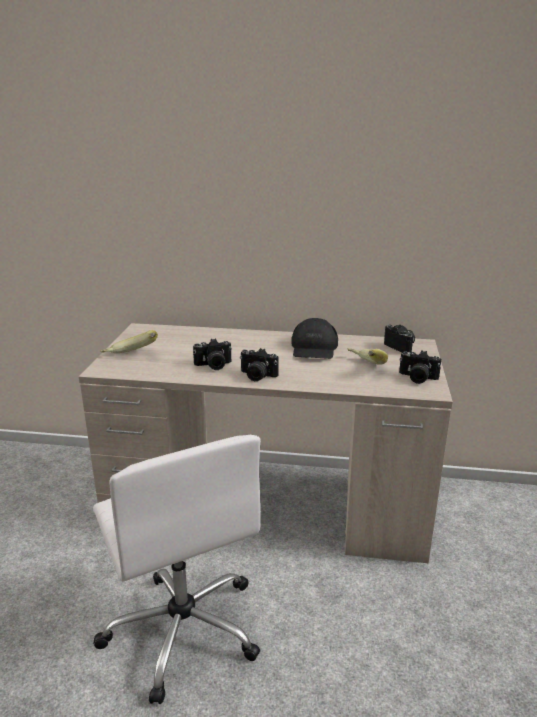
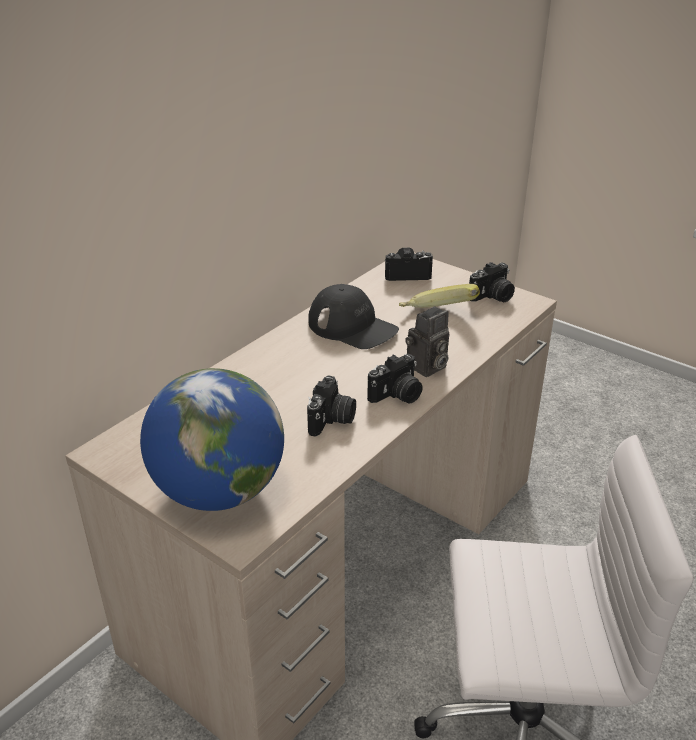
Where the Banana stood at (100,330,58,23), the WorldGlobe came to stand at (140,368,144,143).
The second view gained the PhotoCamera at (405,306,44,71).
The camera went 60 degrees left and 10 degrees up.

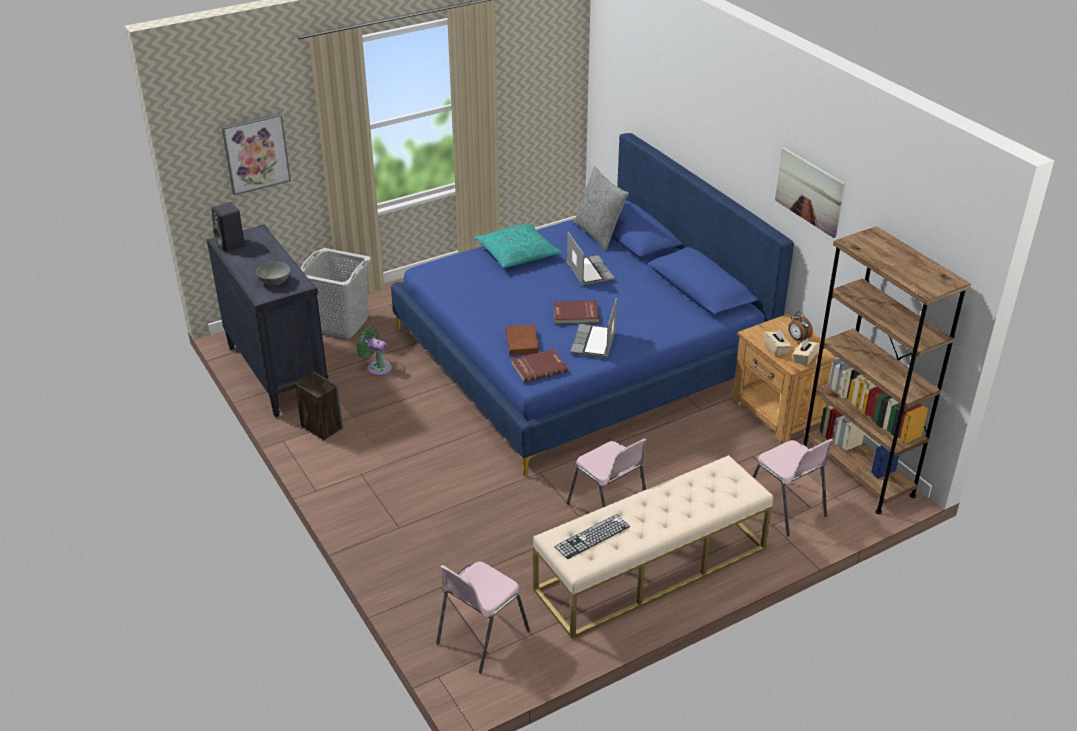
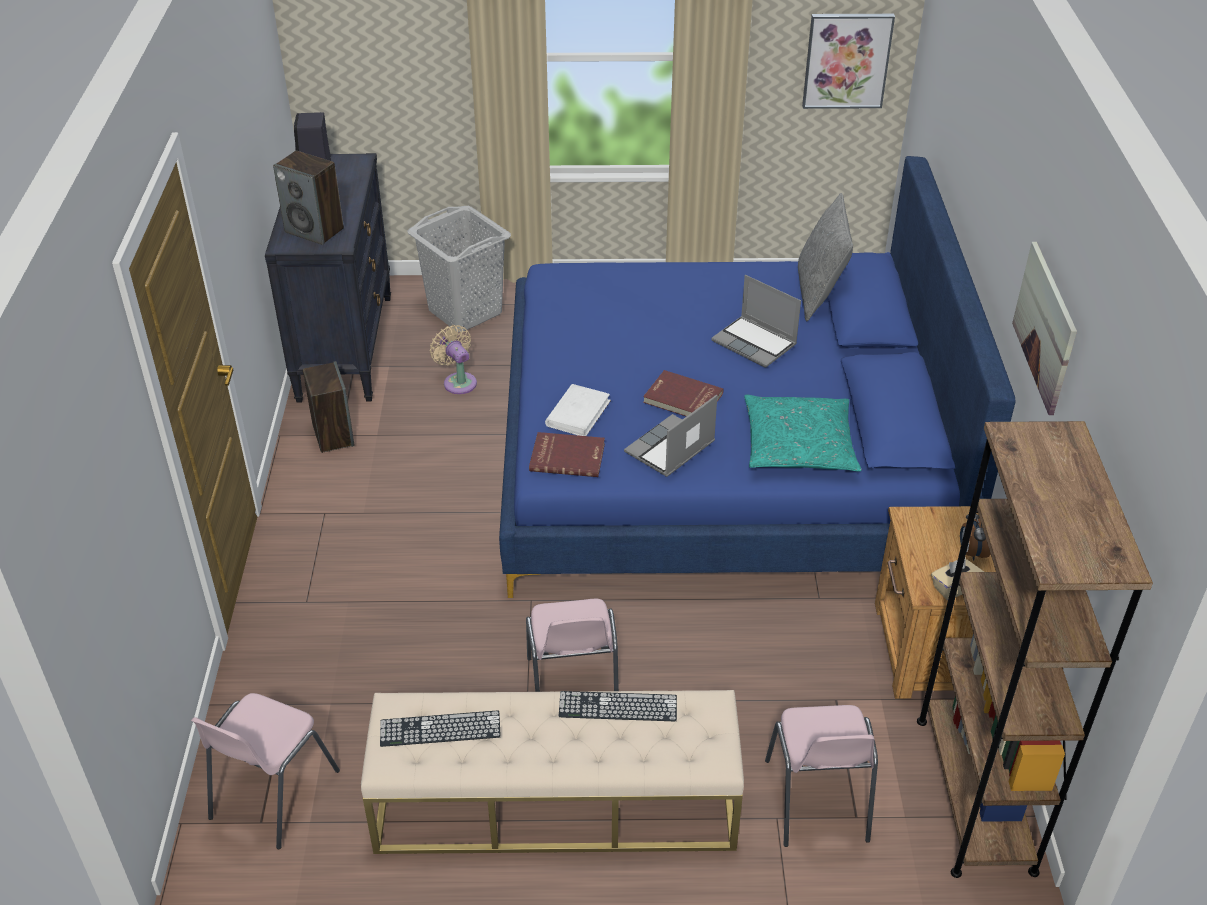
The WallPicture ended up elsewhere, having gone from (222,113,69,82) to (802,14,93,95).
The BlueGreenPillow ended up elsewhere, having gone from (474,223,88,45) to (744,395,117,76).
The Laptop at (567,232,48,53) ended up facing another way, 120 degrees clockwise from before.
Where the GreyServingBowl stood at (256,262,34,24), the AudioSpeaker came to stand at (273,151,71,94).
What was the BrownColouredBook at (505,325,34,31) turned into the WhiteColouredBook at (545,384,66,52).
What was the GreenElectricFan at (357,327,35,49) turned into the BeigeColouredElectricFan at (430,325,47,69).
The second view lost the BeigeColouredTissueHolder at (764,329,27,27).
The PinkColouredUprightChair at (436,562,94,111) ended up facing another way, 45 degrees counterclockwise from before.
The second view gained the ComputerKeyboard at (559,691,118,30).
The camera went 30 degrees right and 5 degrees up.

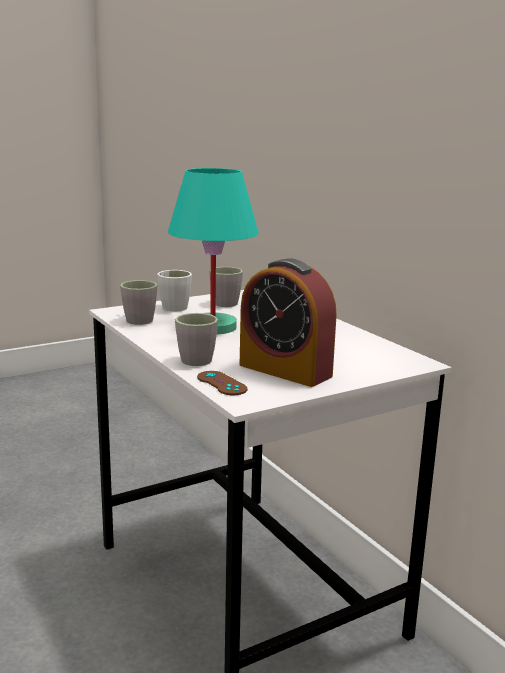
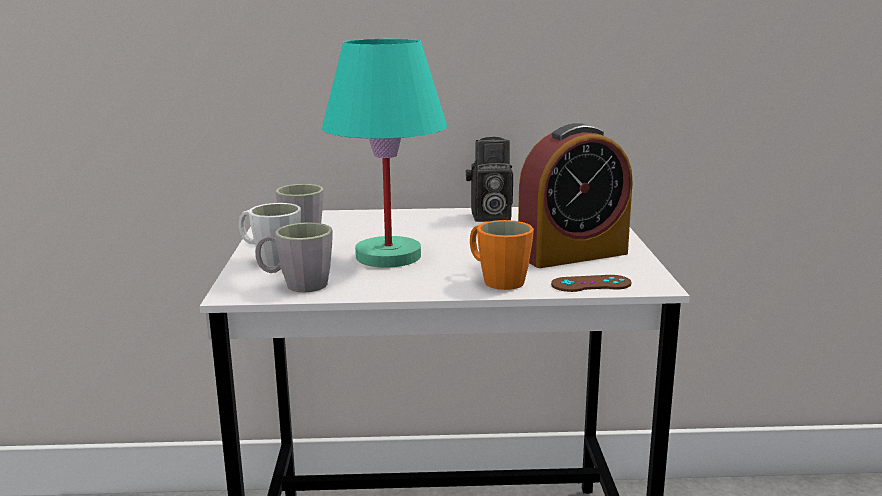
What was the GreyTeaMug at (175,313,43,53) turned into the OrangeTeaMug at (470,220,64,70).
The second view gained the PhotoCamera at (466,137,47,85).
The camera went 60 degrees left and 0 degrees up.

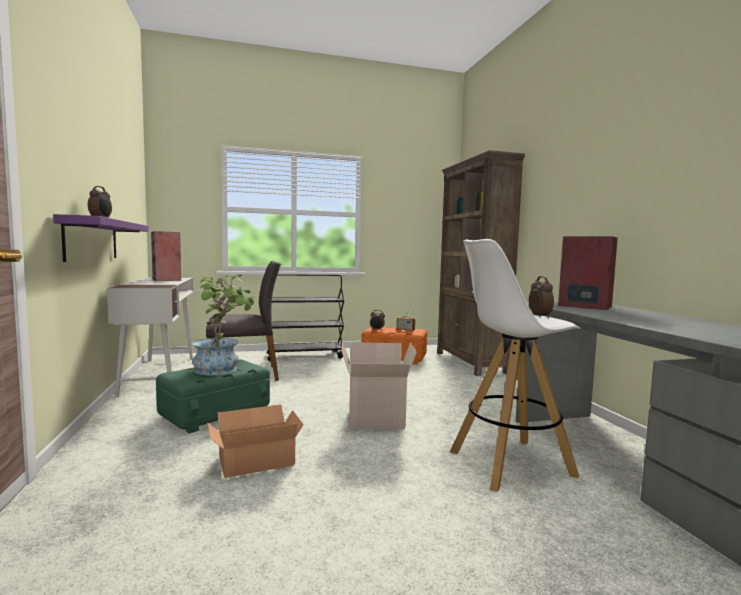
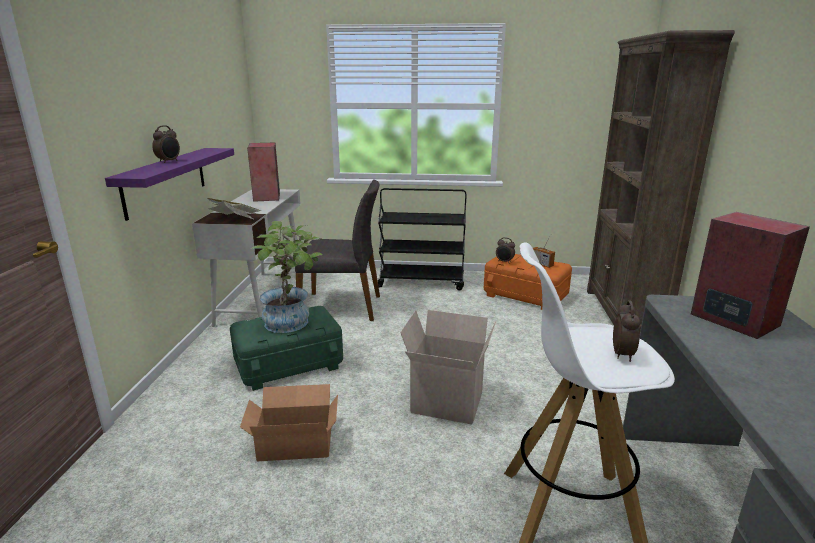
The second view gained the Book at (208,198,53,22).
The camera went 20 degrees right and 15 degrees up.

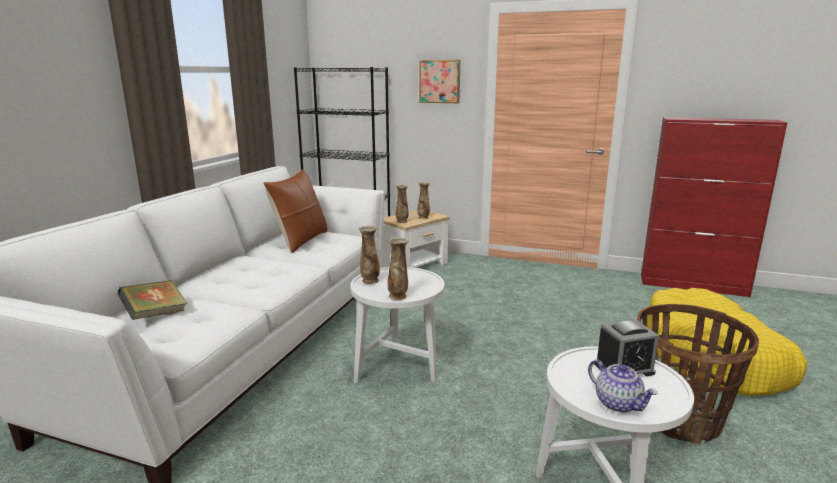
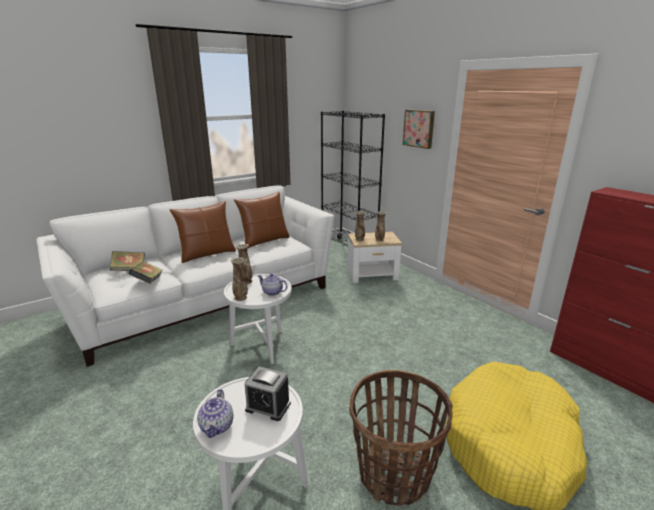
The second view gained the BrownColouredPillow at (169,201,67,62).
The second view gained the Book at (128,262,35,21).
The second view gained the TeaPot at (258,273,30,23).
The camera went 35 degrees right and 5 degrees up.

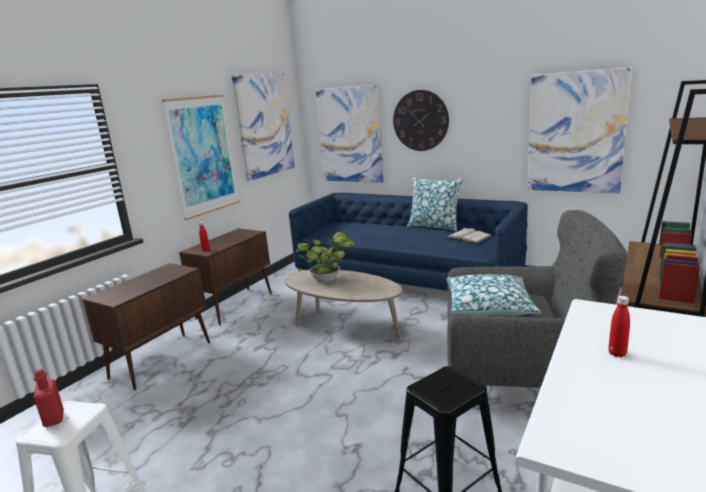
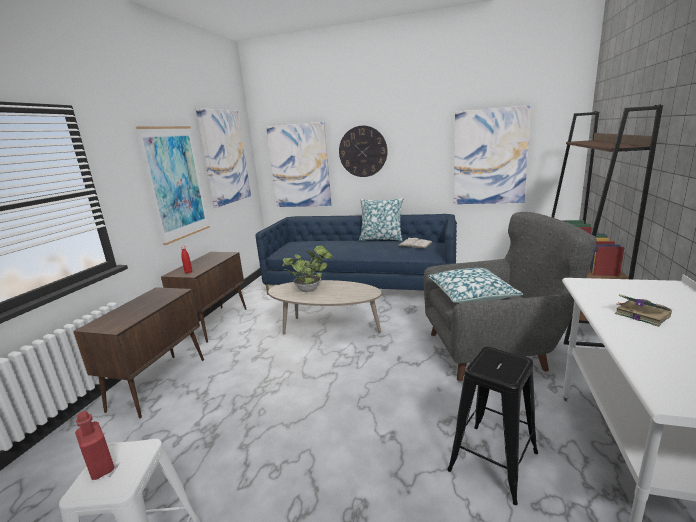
Where the ReddishBeverageBottle stood at (608,296,22,61), the Book came to stand at (615,294,57,33).
The camera went 15 degrees left and 0 degrees up.

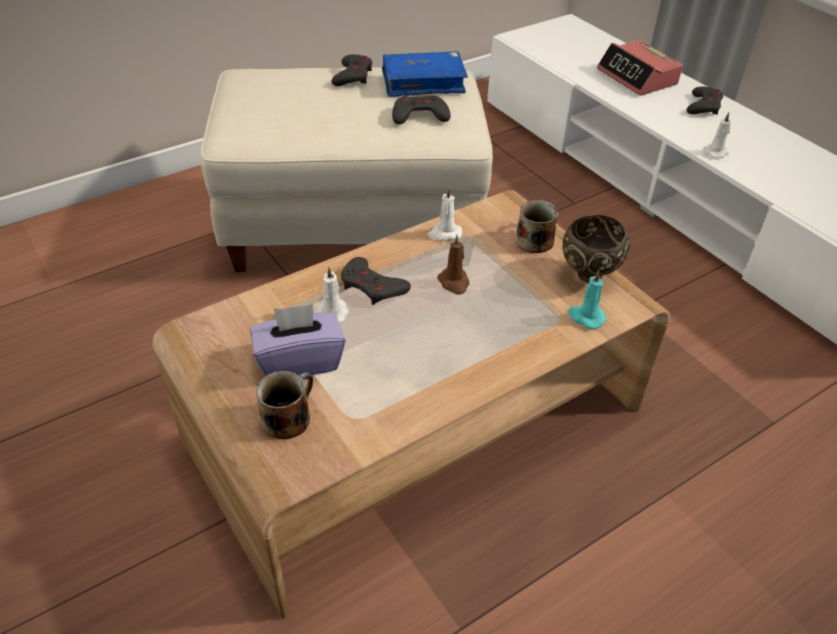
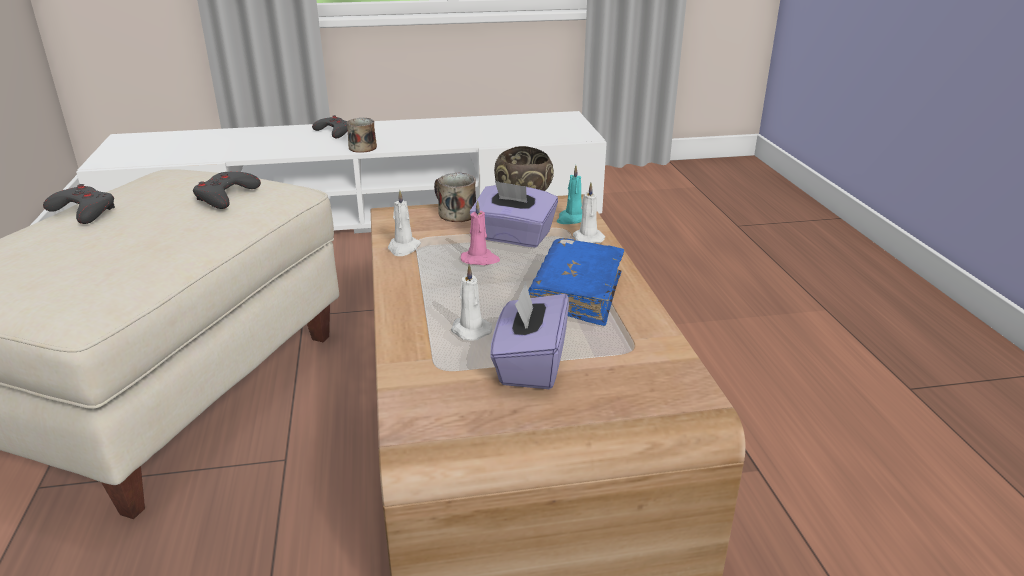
The second view lost the AlarmClock at (597,40,86,56).
The BlueBook ended up elsewhere, having gone from (382,51,86,46) to (528,238,96,88).
The WhiteColouredWaxCandle ended up elsewhere, having gone from (703,112,28,46) to (573,183,32,60).
What was the BrownColouredWaxCandle at (437,234,32,61) turned into the PinkColouredWaxCandle at (461,200,39,65).
The second view lost the GreyGameController at (341,257,70,48).
The TeaMug ended up elsewhere, having gone from (256,371,57,68) to (347,118,30,35).
The second view gained the PurpleColouredTissueHolder at (470,181,88,67).
The camera went 65 degrees left and 15 degrees down.

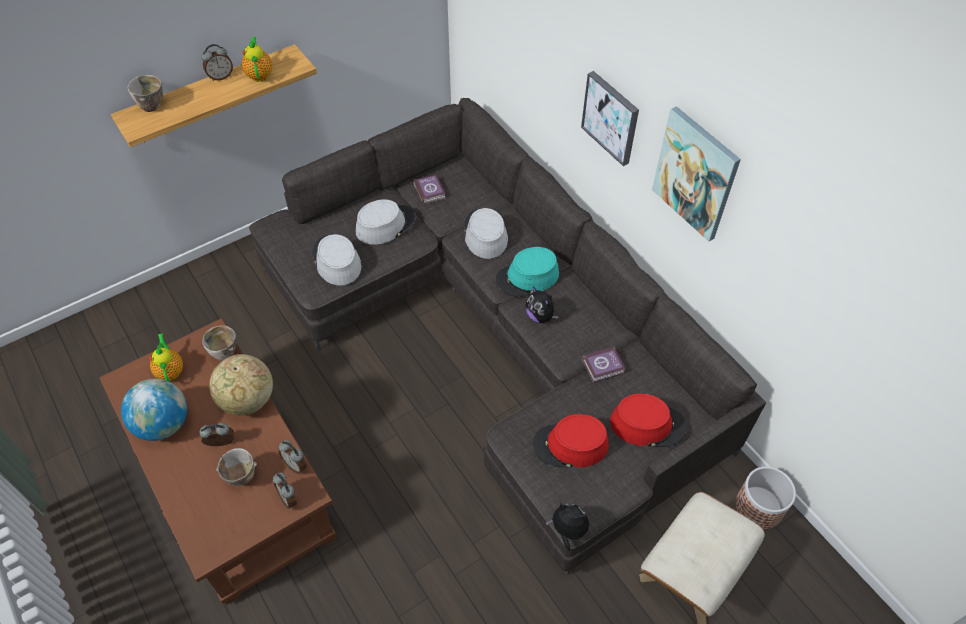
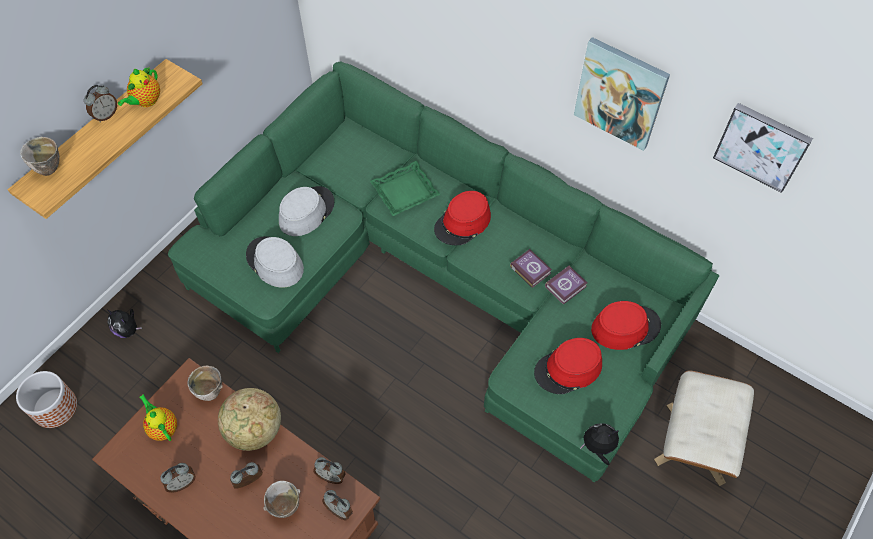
The TeaPot at (242,37,30,45) ended up facing another way, 120 degrees counterclockwise from before.
The WallPicture ended up elsewhere, having gone from (581,71,58,95) to (713,103,100,90).
What was the GreySettee at (249,98,517,477) turned into the GreenSettee at (168,61,551,422).
The Book ended up elsewhere, having gone from (414,174,32,31) to (510,249,42,39).
Where the GreyWearableHat stood at (464,208,44,51), the GreenServingTray came to stand at (370,160,71,56).
What was the BlueGreenWearableHat at (495,247,64,50) turned into the ReddishWearableHat at (434,191,57,54).
The PlushToy ended up elsewhere, having gone from (525,286,34,37) to (107,309,35,29).
Where the WorldGlobe stood at (121,379,66,62), the AlarmClock came to stand at (160,463,36,30).
The FlowerPot ended up elsewhere, having gone from (735,466,61,63) to (16,371,61,57).
The camera went 20 degrees left and 5 degrees up.

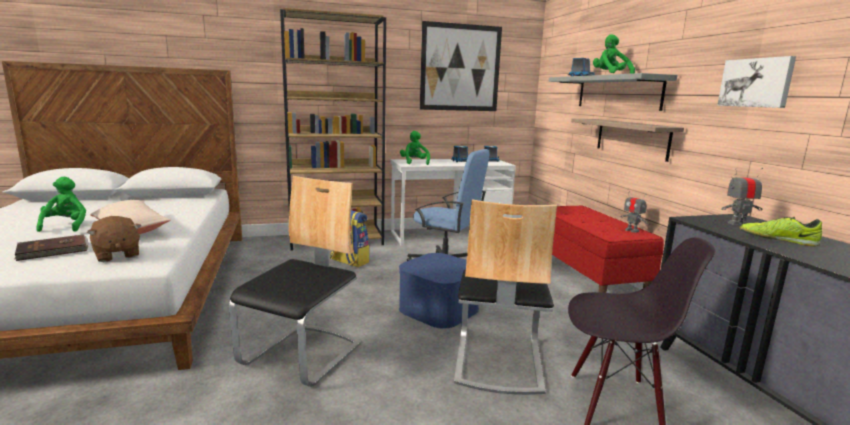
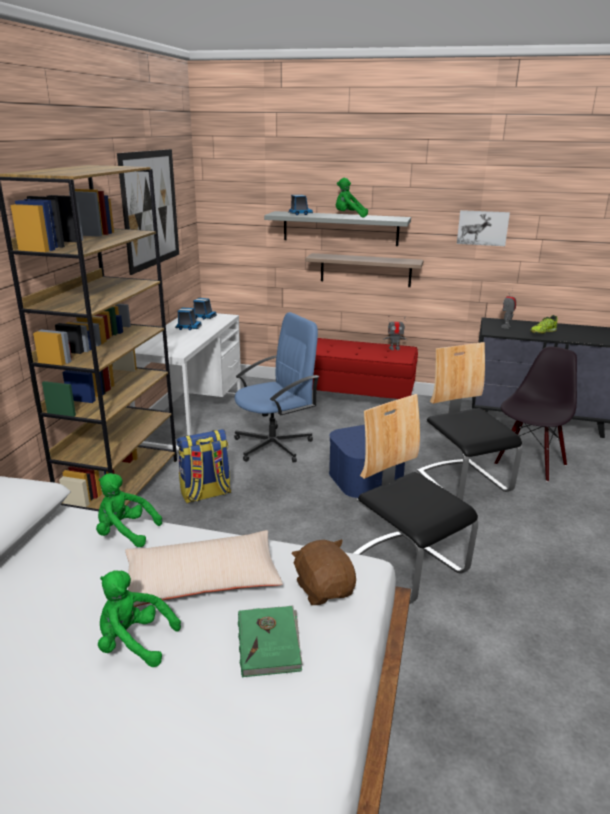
The GreenPlushToy ended up elsewhere, having gone from (400,131,30,34) to (96,473,66,74).
The UprightChair at (454,199,103,196) ended up facing another way, 150 degrees counterclockwise from before.
The BrownColouredPlushToy at (87,216,54,46) ended up facing another way, 105 degrees counterclockwise from before.
What was the BrownColouredBook at (15,234,73,27) turned into the GreenBook at (238,605,65,73).
The camera went 60 degrees left and 10 degrees up.

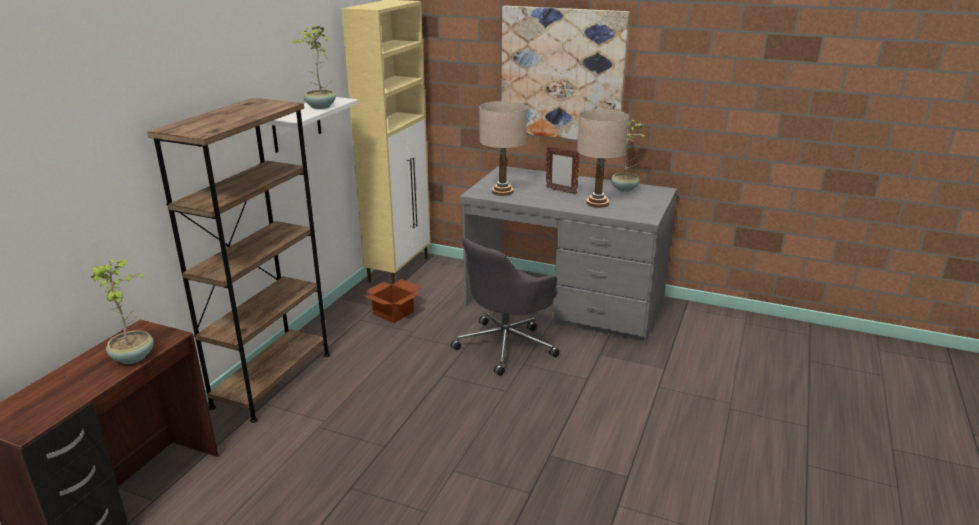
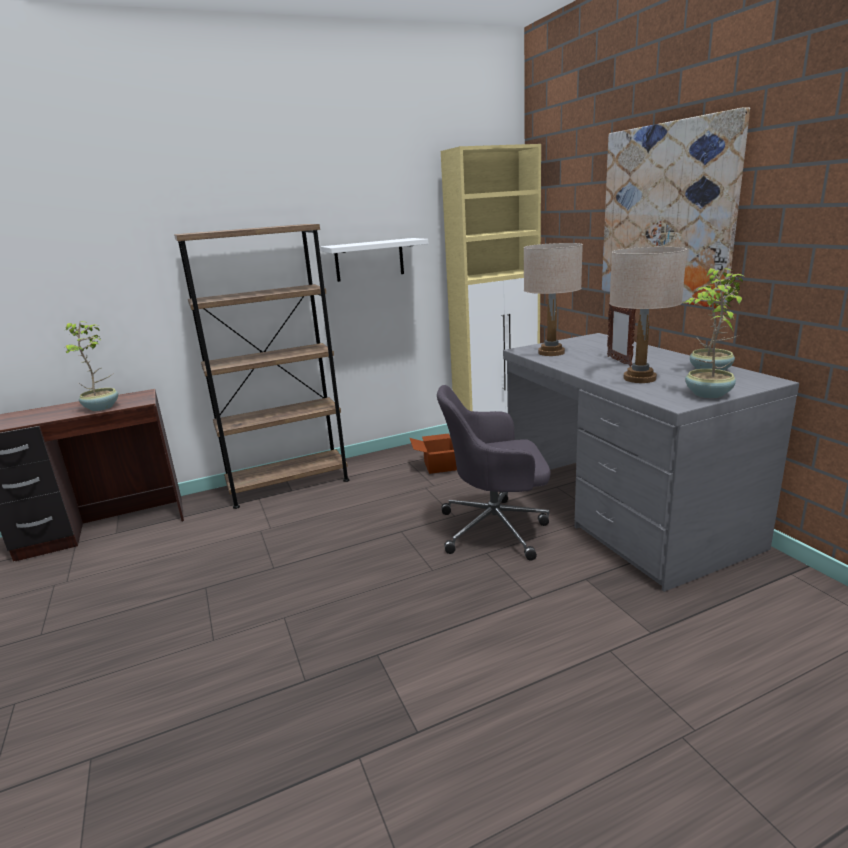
The Houseplant ended up elsewhere, having gone from (292,26,44,83) to (684,279,58,119).
The camera went 45 degrees right and 5 degrees down.

